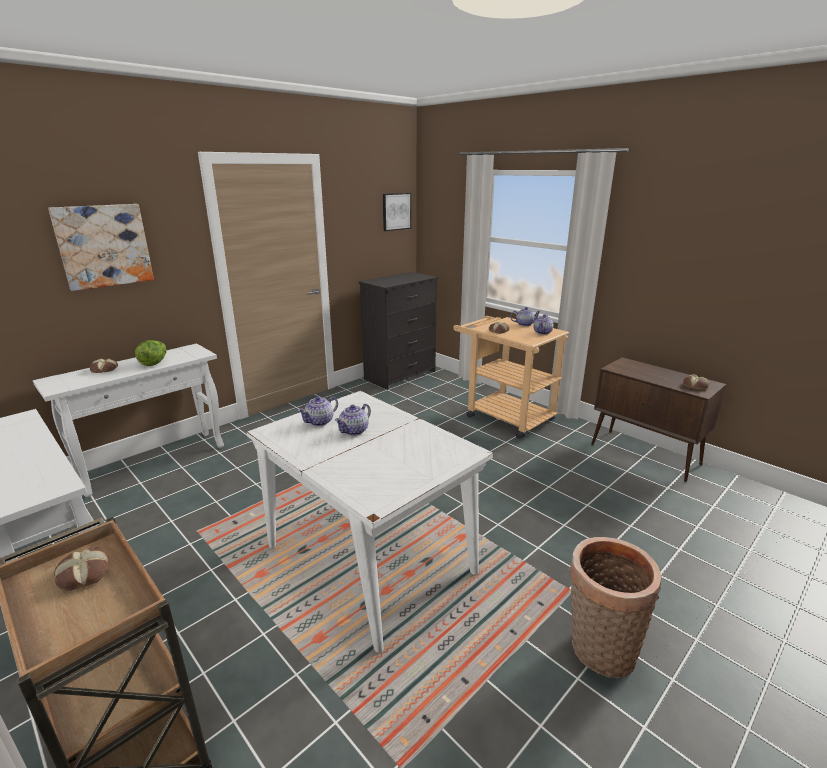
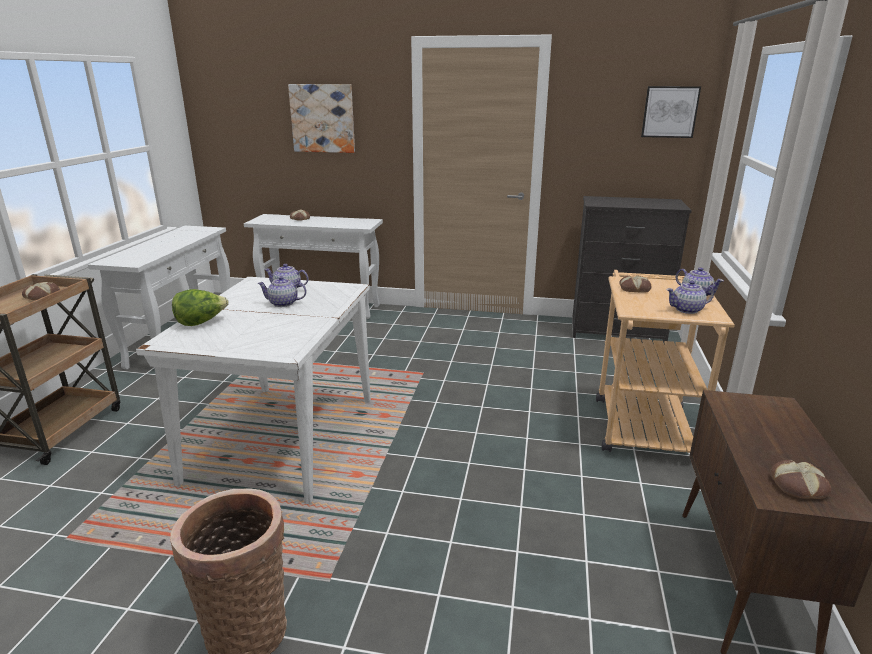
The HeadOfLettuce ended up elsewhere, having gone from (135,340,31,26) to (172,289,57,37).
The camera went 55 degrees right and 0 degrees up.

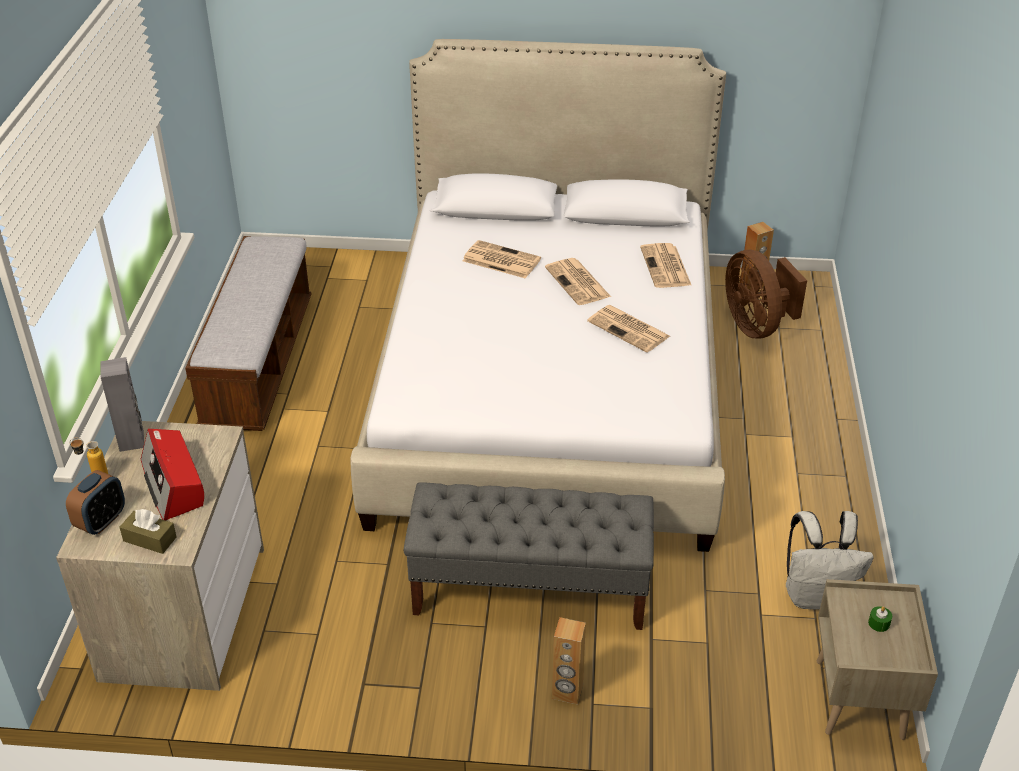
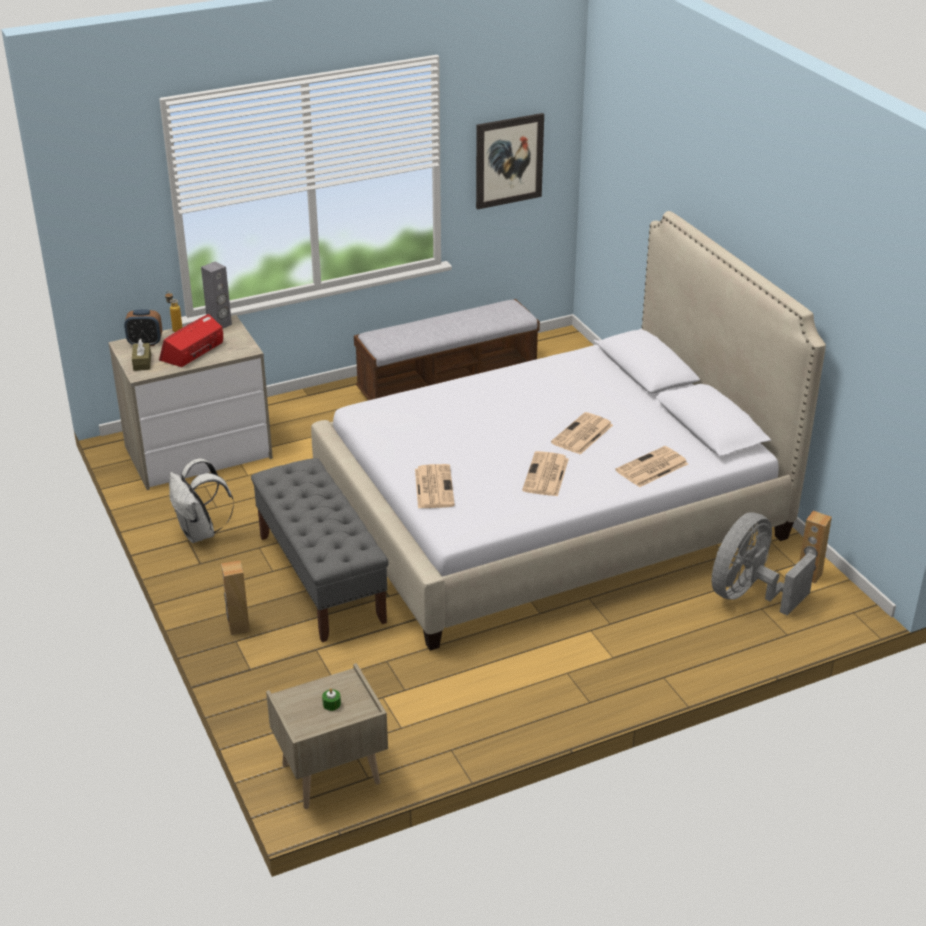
The Newspaper ended up elsewhere, having gone from (462,240,79,39) to (415,464,40,45).
What was the BrownColouredElectricFan at (725,249,82,90) turned into the GreyElectricFan at (712,512,104,104).
The WhiteColouredBackpack ended up elsewhere, having gone from (786,511,88,99) to (169,458,65,85).
The second view gained the WallPicture at (476,113,68,96).
The camera went 60 degrees right and 5 degrees down.

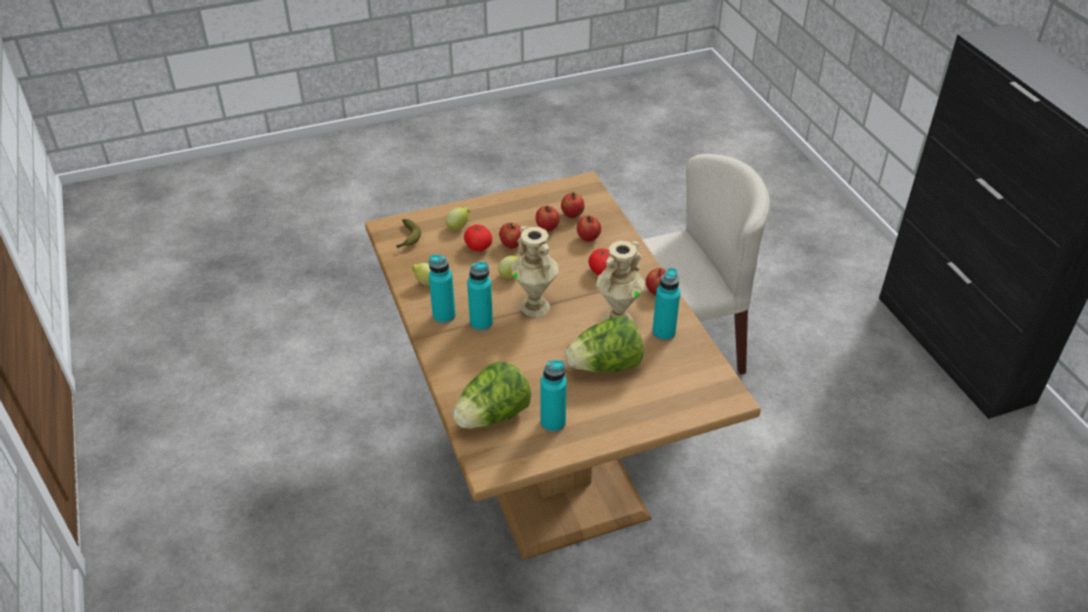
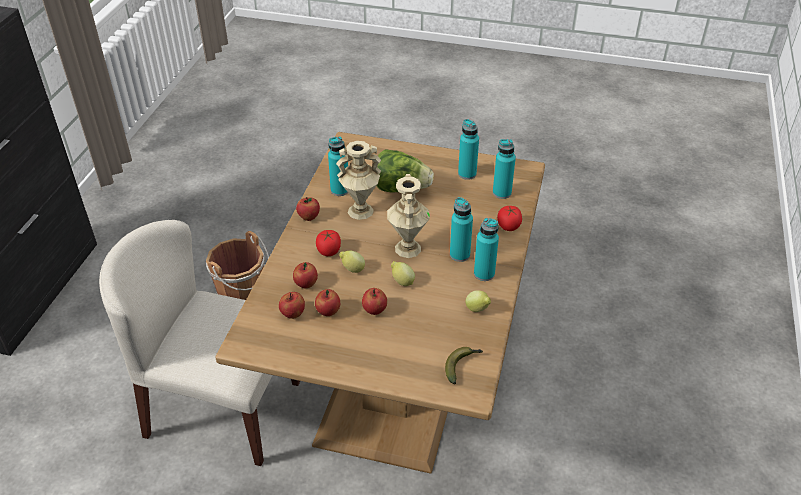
The CitrusFruit ended up elsewhere, having gone from (445,207,25,23) to (339,251,26,22).
The WholeTomato ended up elsewhere, having gone from (464,225,28,26) to (497,206,25,25).
Where the HeadOfLettuce stood at (453,361,78,68), the BlueGreenBeverageBottle came to stand at (493,139,23,60).
The second view gained the BrownColouredPail at (206,231,63,69).
The camera went 145 degrees left and 0 degrees up.

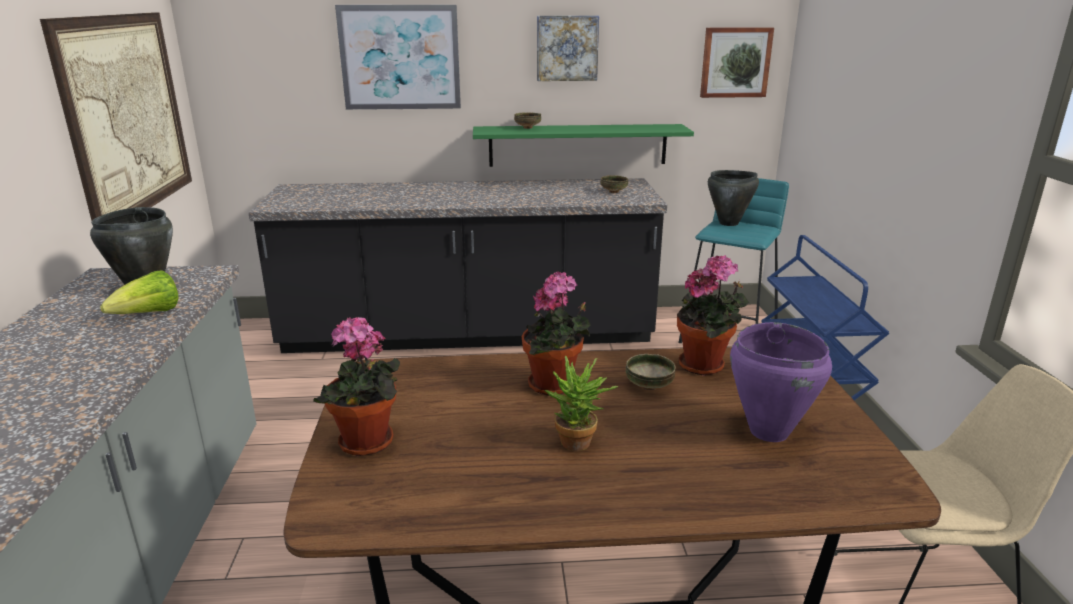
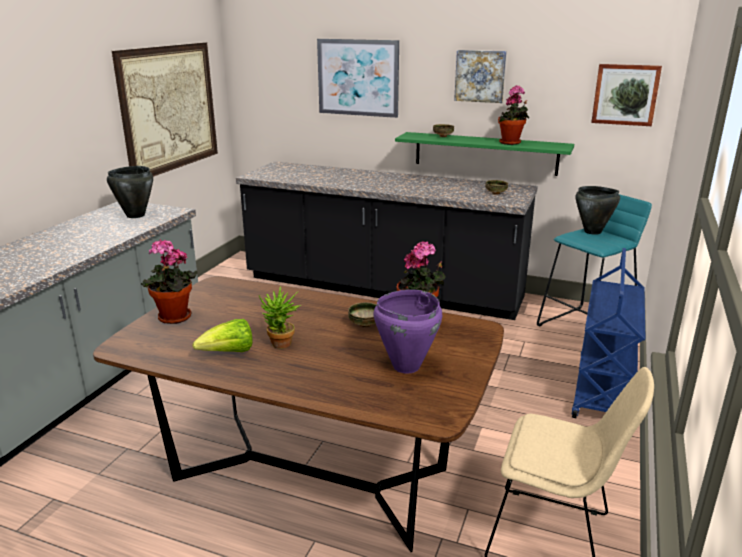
The HeadOfLettuce ended up elsewhere, having gone from (100,270,79,44) to (192,319,60,33).
The Houseplant ended up elsewhere, having gone from (522,271,69,124) to (498,85,31,60).
The camera went 25 degrees right and 0 degrees up.

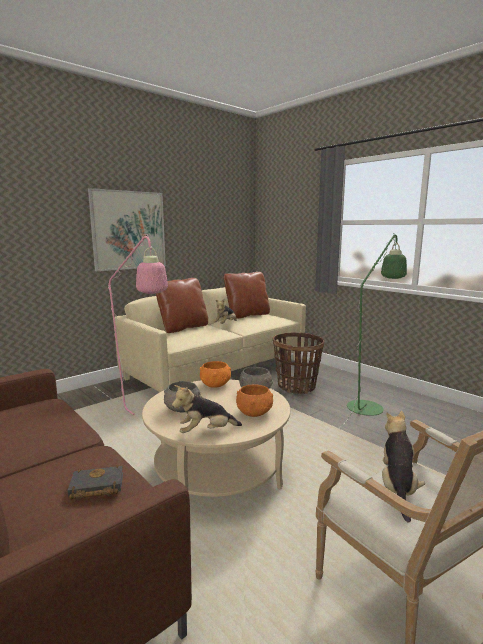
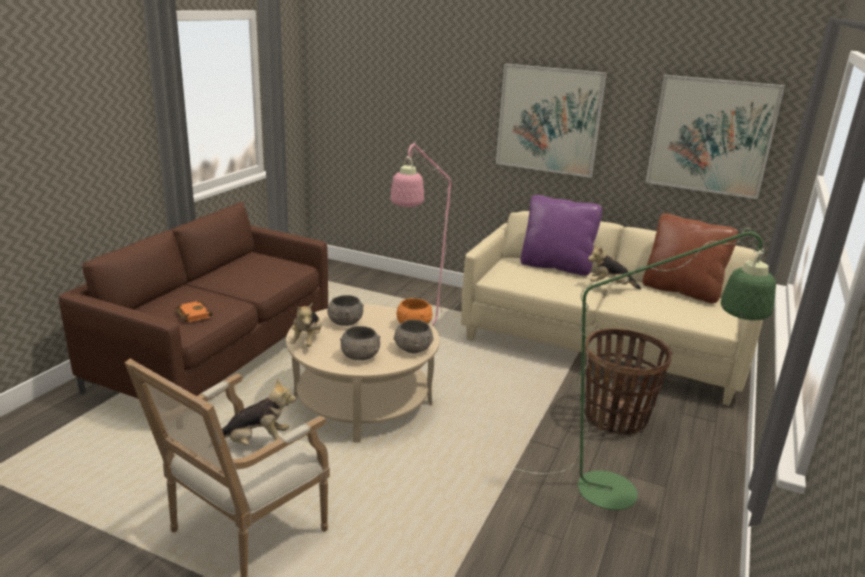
What was the BrownColouredPillow at (156,278,52,55) turned into the PurpleColouredPillow at (520,195,82,81).
What was the OrangeServingBowl at (236,384,37,33) turned into the GreyServingBowl at (340,326,40,34).
The PlushToy at (172,385,70,48) ended up facing another way, 135 degrees counterclockwise from before.
What was the BlackColouredBook at (68,464,55,36) turned into the OrangeBook at (175,301,38,21).
The second view gained the WallPicture at (645,75,140,124).
The camera went 65 degrees right and 10 degrees up.

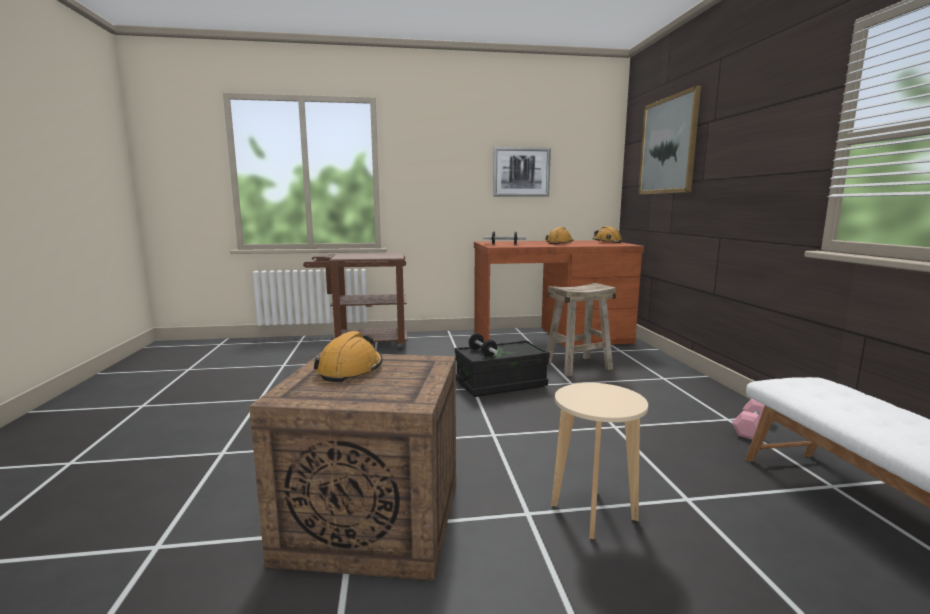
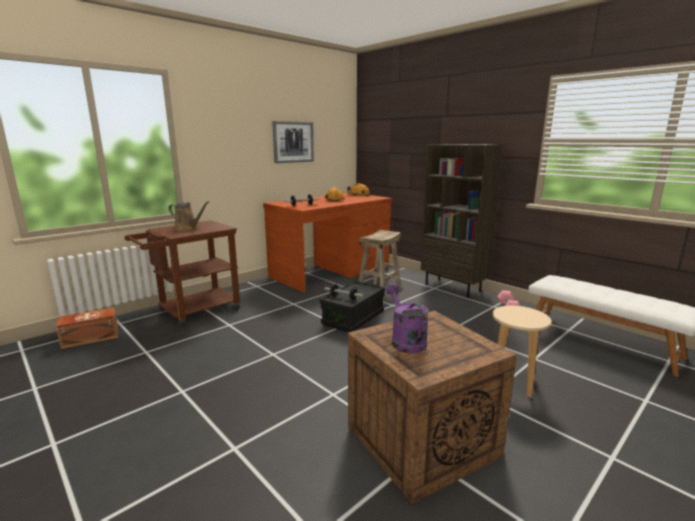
The second view lost the WallPicture at (638,86,63,108).
Where the OrangeHardHat stood at (314,331,69,51), the PurpleColouredWateringCan came to stand at (386,283,43,70).
The second view gained the BrownColouredShelvingUnit at (421,144,82,154).
The second view gained the BrownColouredWateringCan at (168,201,41,30).
The second view gained the BrownColouredStorageContainer at (56,307,62,42).
The camera went 35 degrees left and 5 degrees up.

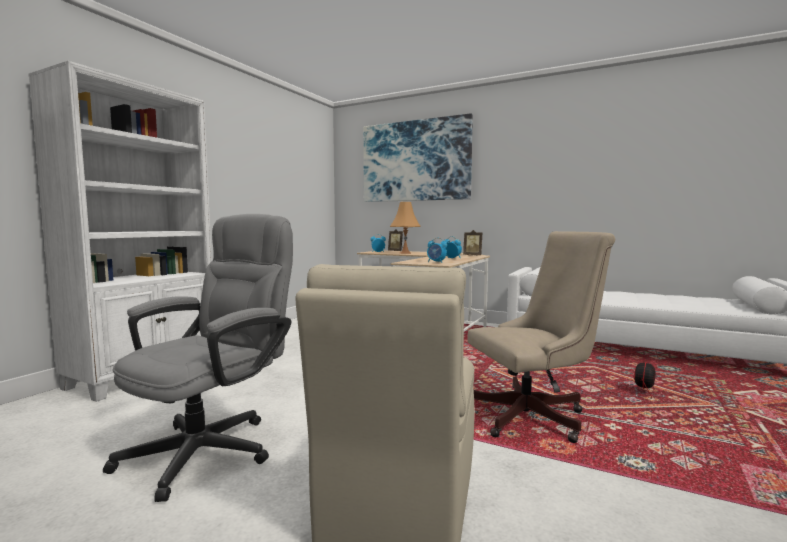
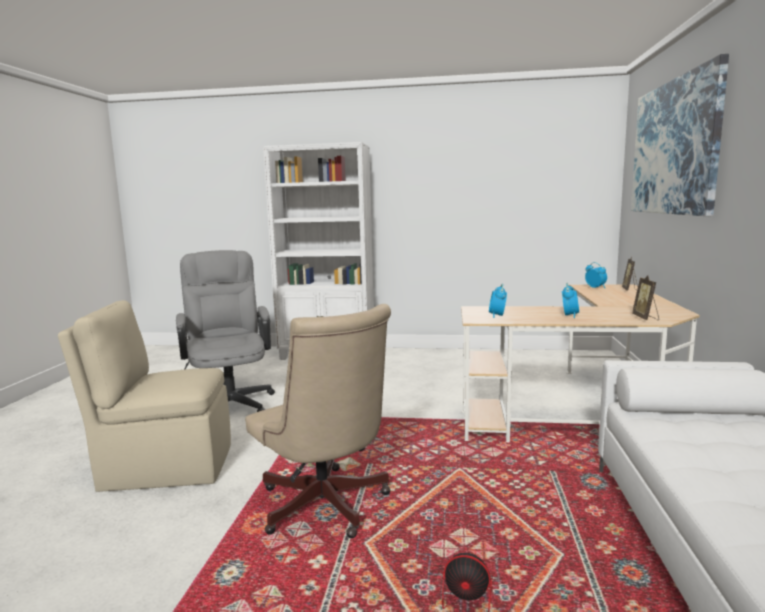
The second view lost the OrangeTableLamp at (390,202,31,52).
The GreyDeskChair at (103,214,190,288) ended up facing another way, 120 degrees counterclockwise from before.
The camera went 70 degrees right and 5 degrees up.

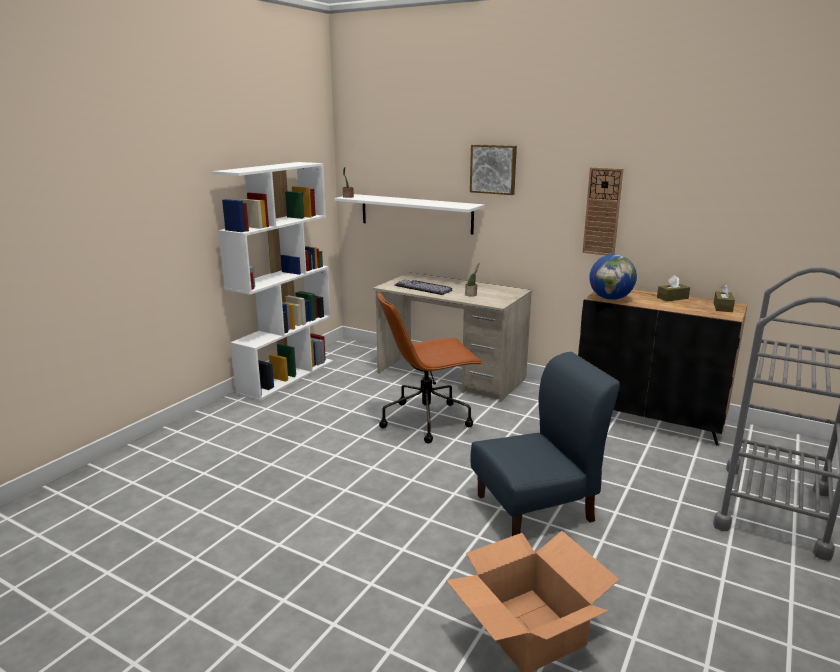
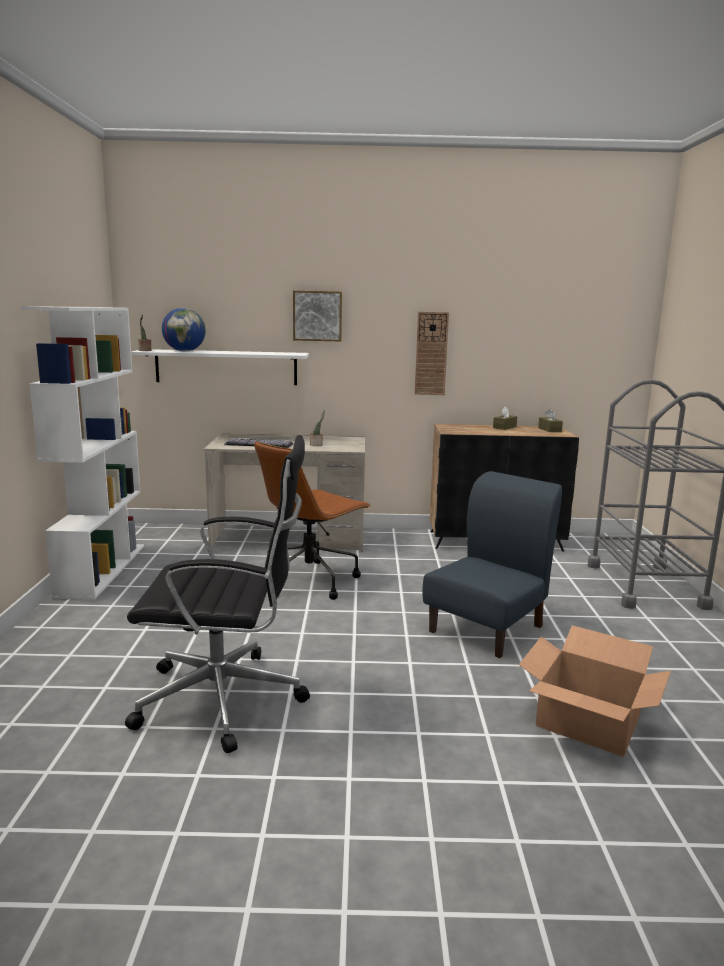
The WorldGlobe ended up elsewhere, having gone from (589,254,48,46) to (162,308,44,43).
The second view gained the BlackColouredDeskChair at (125,435,185,318).
The camera went 30 degrees left and 5 degrees down.

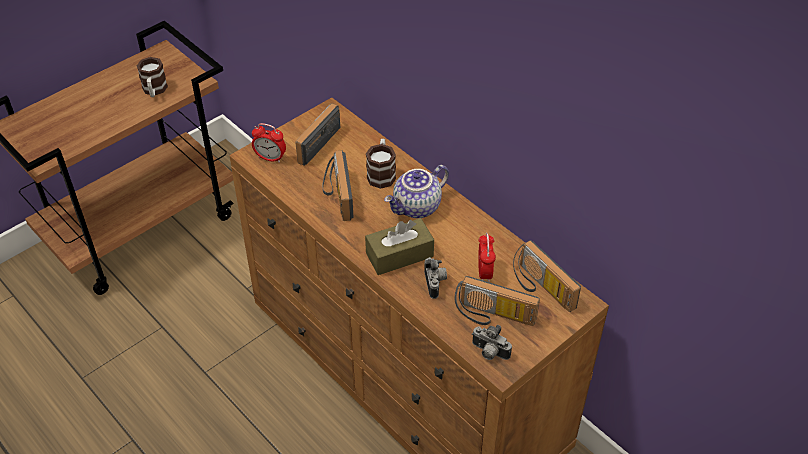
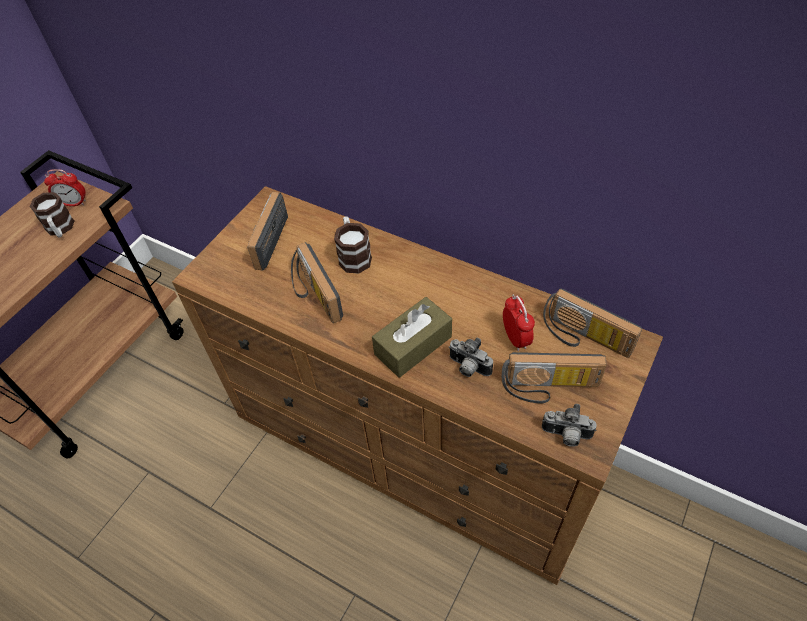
The AlarmClock ended up elsewhere, having gone from (252,123,34,40) to (44,169,42,37).
The second view lost the TeaPot at (384,165,65,53).
The PhotoCamera at (424,257,23,42) ended up facing another way, 150 degrees clockwise from before.
The camera went 15 degrees left and 5 degrees up.

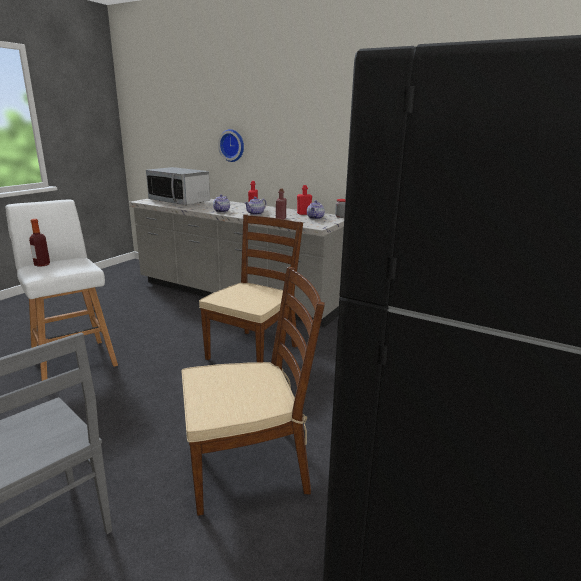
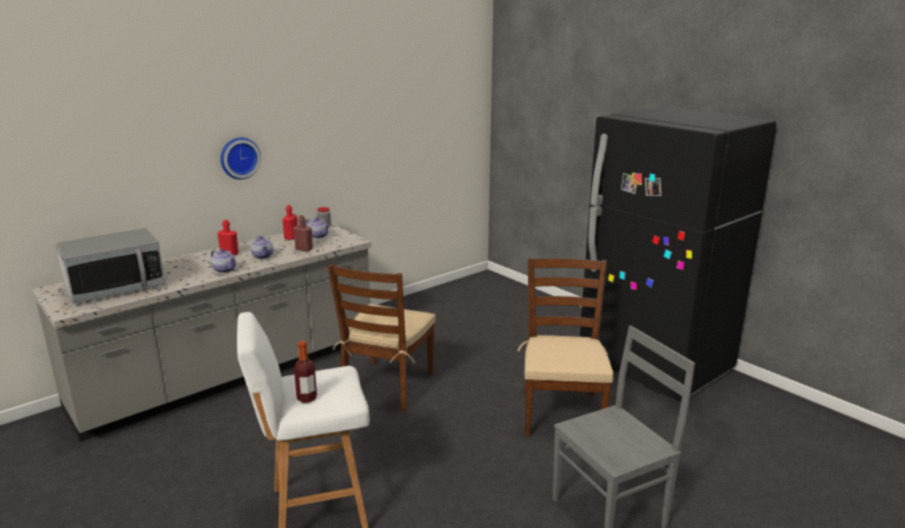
The WallClock ended up elsewhere, having gone from (218,129,26,33) to (221,137,40,42).
The BrownColouredUprightChair at (199,214,104,149) ended up facing another way, 120 degrees counterclockwise from before.
The camera went 70 degrees left and 0 degrees up.

